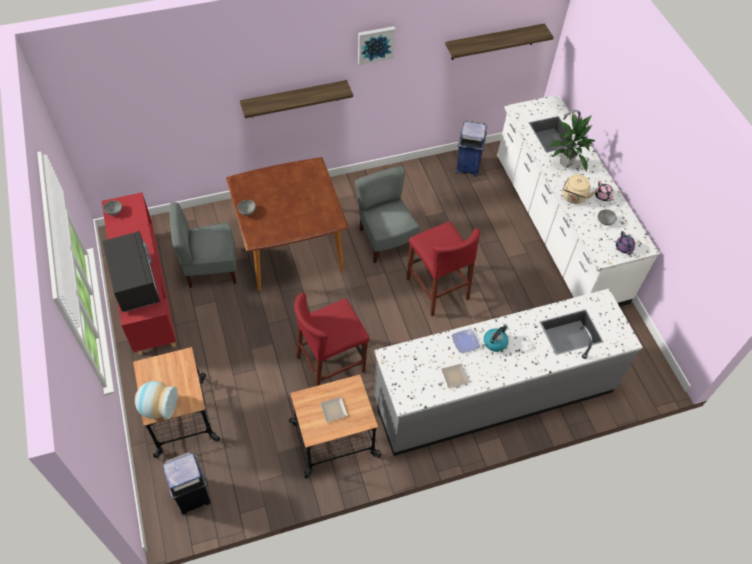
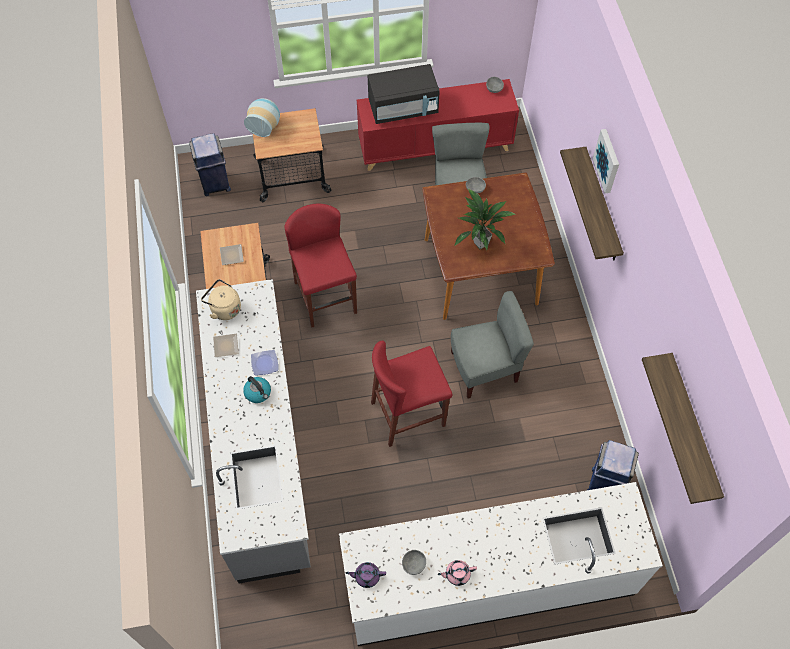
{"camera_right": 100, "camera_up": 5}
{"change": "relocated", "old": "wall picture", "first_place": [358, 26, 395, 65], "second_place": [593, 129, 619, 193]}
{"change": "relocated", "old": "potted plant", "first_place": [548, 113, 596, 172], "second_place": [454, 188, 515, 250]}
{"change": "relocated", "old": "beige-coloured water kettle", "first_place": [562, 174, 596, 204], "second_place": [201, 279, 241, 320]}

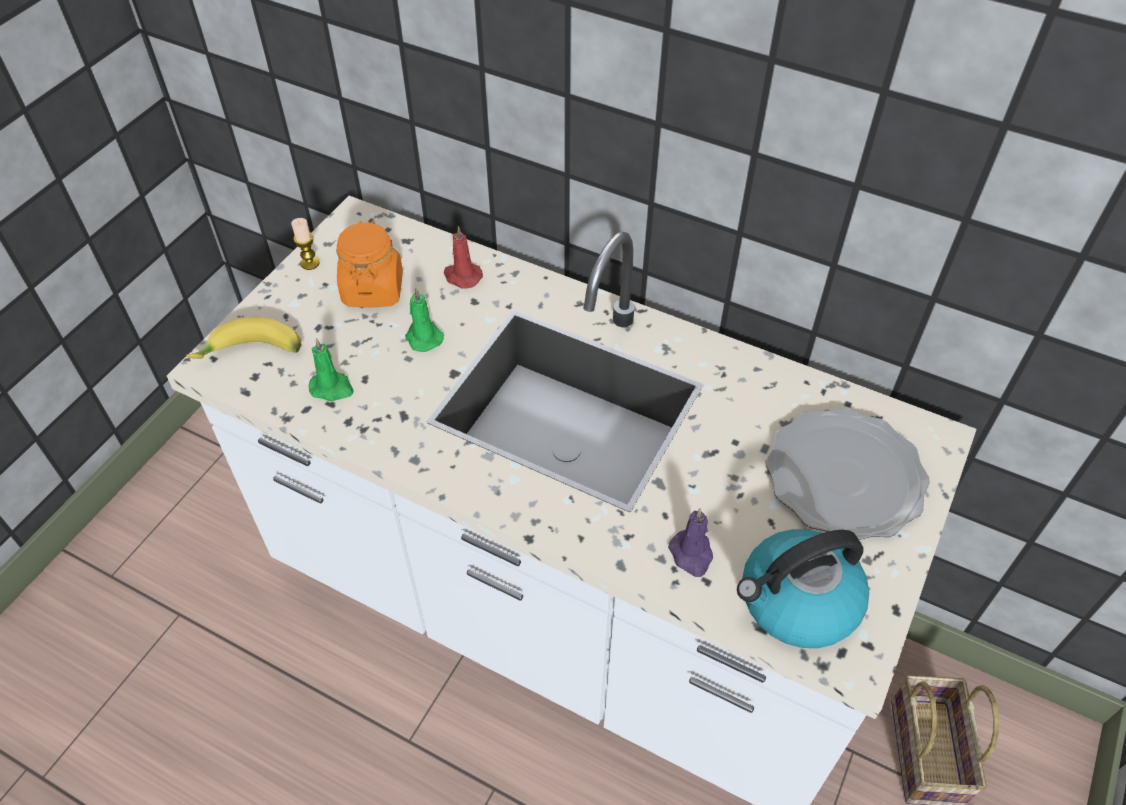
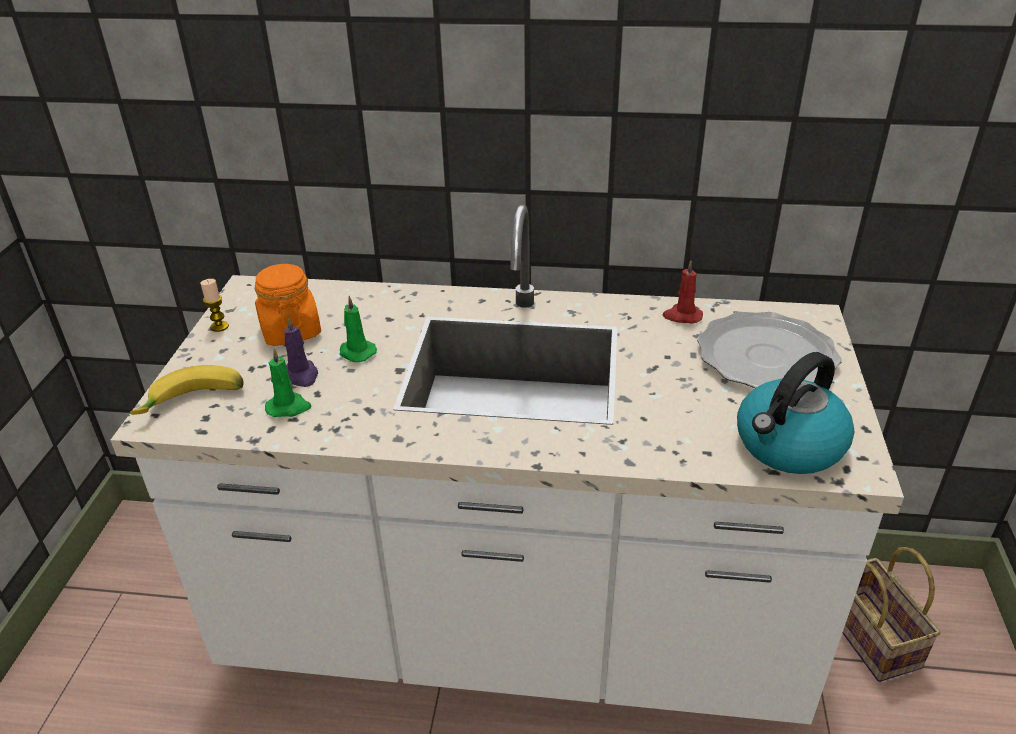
{"camera_right": -20, "camera_up": -15}
{"change": "relocated", "old": "red wax light", "first_place": [444, 226, 483, 289], "second_place": [662, 260, 703, 323]}
{"change": "relocated", "old": "purplish wax light", "first_place": [668, 508, 713, 577], "second_place": [284, 316, 318, 387]}

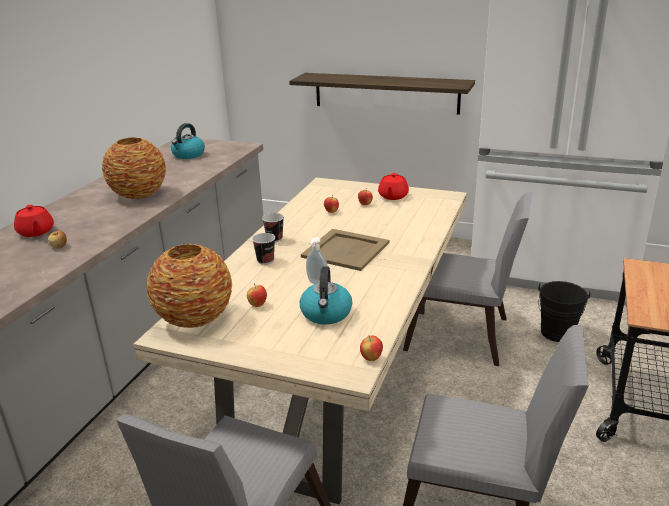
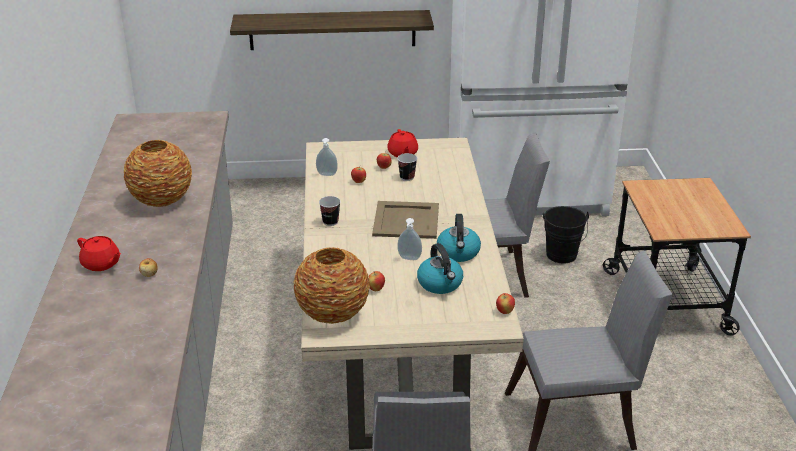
{"camera_right": -25, "camera_up": 5}
{"change": "appeared", "new": "liquid soap bottle", "second_place": [316, 138, 338, 176]}
{"change": "relocated", "old": "water kettle", "first_place": [171, 123, 205, 159], "second_place": [437, 214, 481, 262]}
{"change": "relocated", "old": "drinking cup", "first_place": [252, 233, 275, 265], "second_place": [397, 153, 417, 181]}

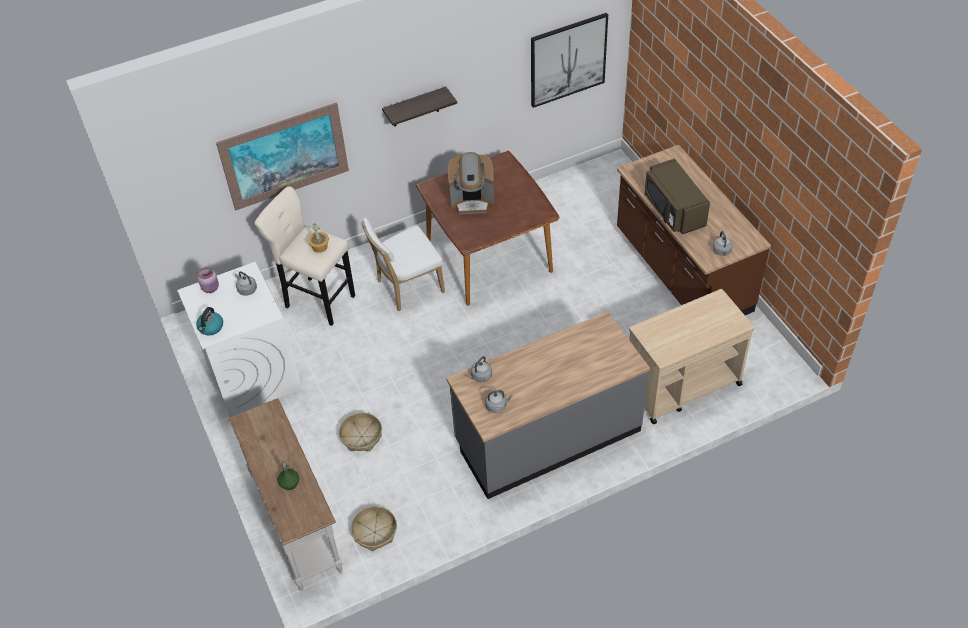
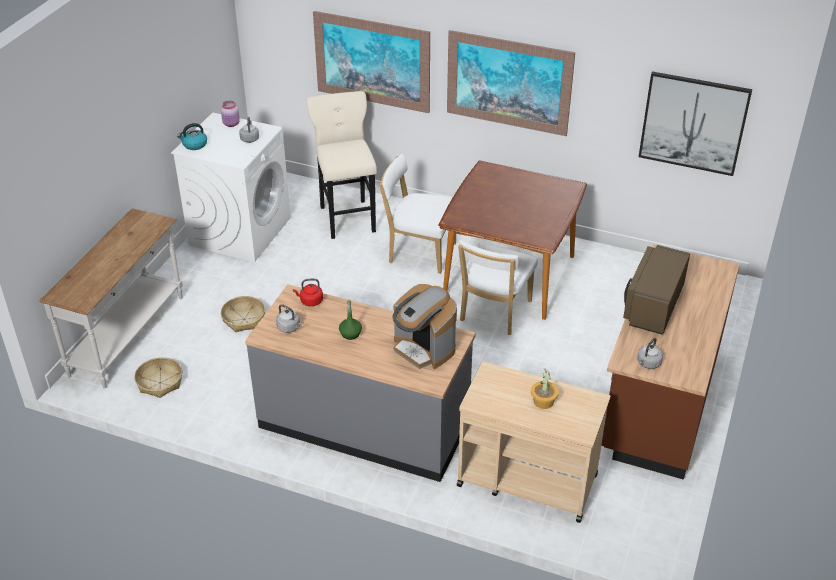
{"camera_right": 45, "camera_up": -10}
{"change": "appeared", "new": "whitish chair", "second_place": [458, 240, 538, 335]}
{"change": "relocated", "old": "green-coloured beverage bottle", "first_place": [278, 459, 299, 490], "second_place": [339, 299, 362, 340]}
{"change": "relocated", "old": "potted plant", "first_place": [308, 223, 329, 253], "second_place": [531, 368, 559, 409]}
{"change": "relocated", "old": "coffee machine", "first_place": [448, 152, 495, 215], "second_place": [392, 284, 457, 369]}
{"change": "exchanged", "old": "shelf", "new": "wall picture", "first_place": [382, 87, 457, 127], "second_place": [447, 30, 575, 136]}
{"change": "colour", "old": "greyish water kettle", "new": "red water kettle", "first_place": [469, 356, 492, 382], "second_place": [293, 278, 323, 306]}

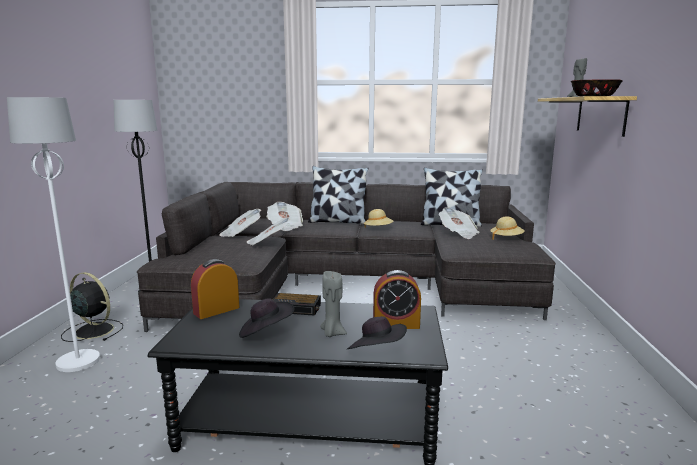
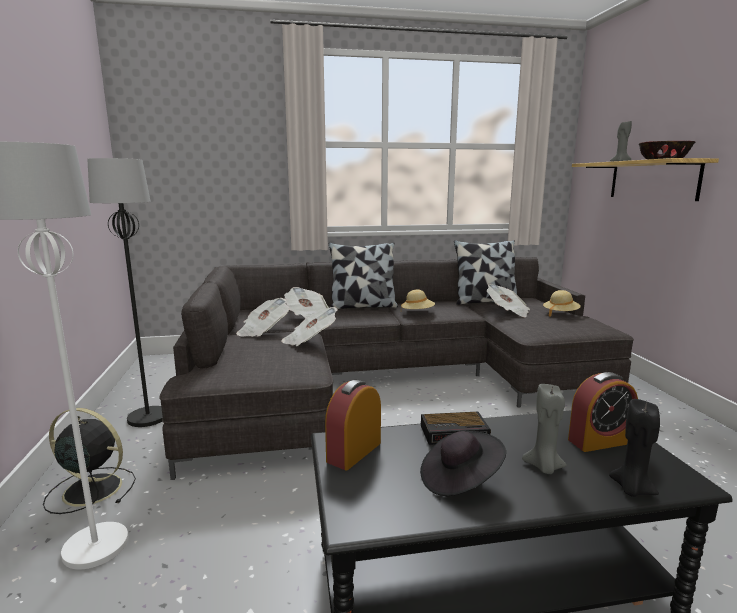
{"camera_right": -15, "camera_up": 0}
{"change": "exchanged", "old": "black-coloured hat", "new": "black-coloured wax light", "first_place": [347, 316, 407, 349], "second_place": [609, 399, 660, 497]}

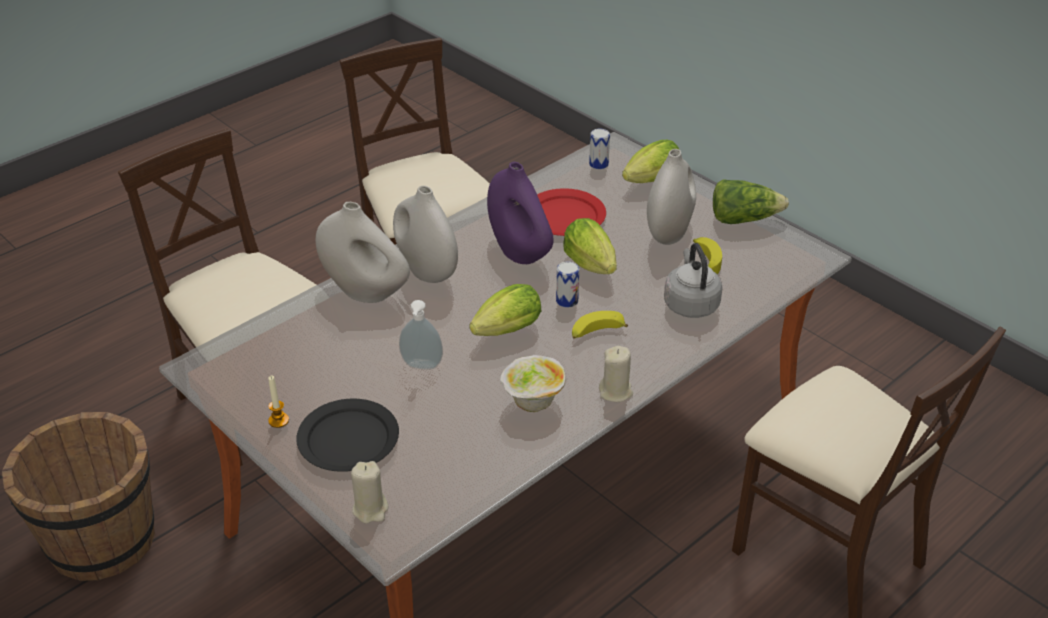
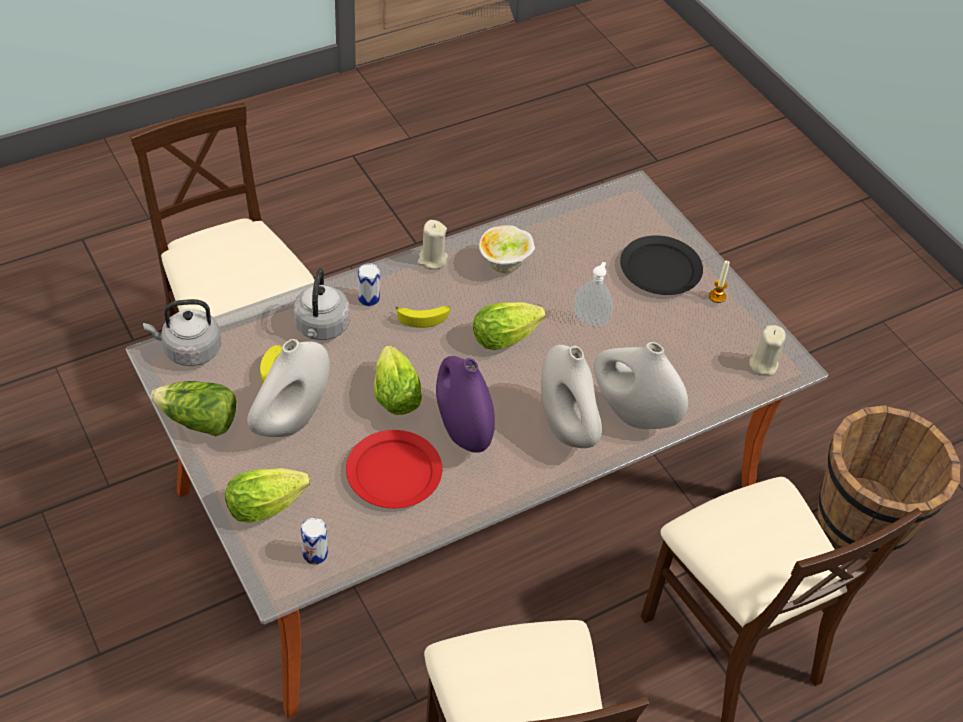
{"camera_right": -170, "camera_up": 10}
{"change": "appeared", "new": "greyish water kettle", "second_place": [143, 299, 221, 366]}
{"change": "relocated", "old": "beige-coloured wax light", "first_place": [351, 461, 389, 523], "second_place": [749, 325, 786, 375]}
{"change": "relocated", "old": "metal can", "first_place": [556, 261, 579, 308], "second_place": [358, 263, 380, 306]}

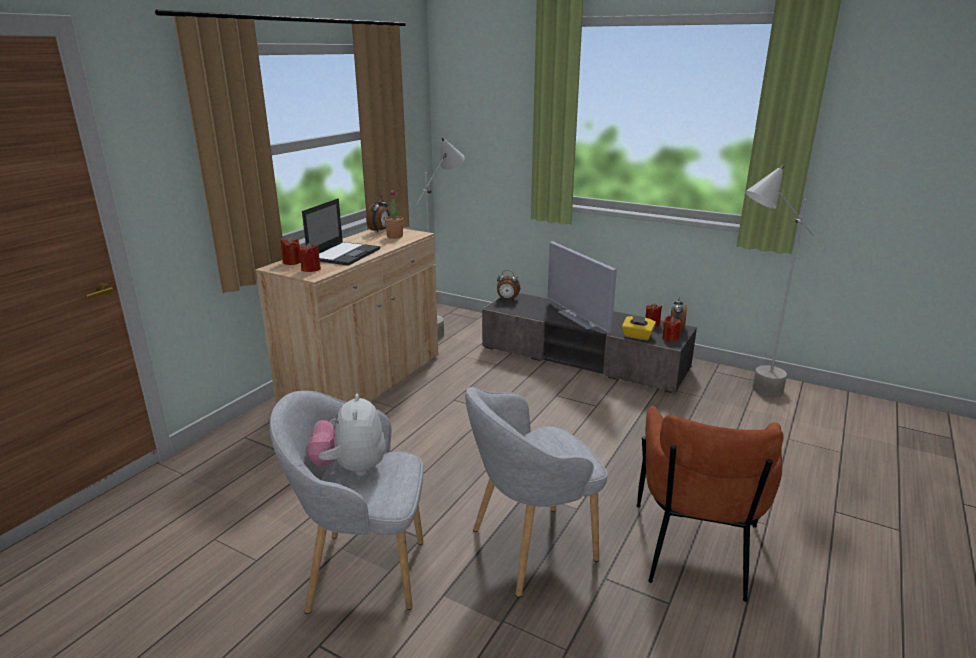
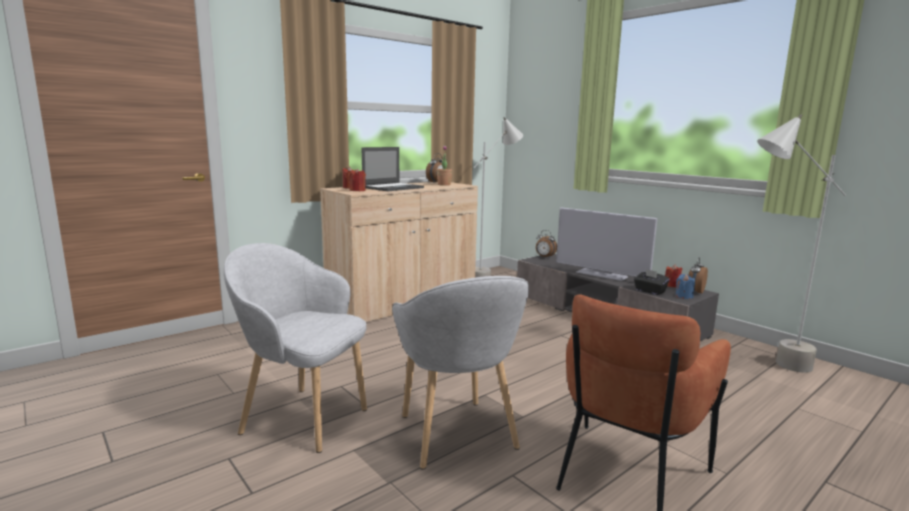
{"camera_right": 20, "camera_up": -10}
{"change": "missing", "old": "soft toy", "first_place": [307, 394, 386, 476]}
{"change": "colour", "old": "yellow-coloured box of tissues", "new": "black-coloured box of tissues", "first_place": [622, 315, 656, 341], "second_place": [634, 269, 670, 295]}
{"change": "colour", "old": "red wax light", "new": "bluish wax light", "first_place": [663, 316, 681, 342], "second_place": [676, 274, 695, 299]}
{"change": "spun", "old": "greyish lounge chair", "first_place": [465, 387, 608, 597], "second_place": [392, 276, 529, 470], "degrees": -105}
{"change": "spun", "old": "TV set", "first_place": [547, 241, 617, 333], "second_place": [556, 207, 658, 281], "degrees": -45}

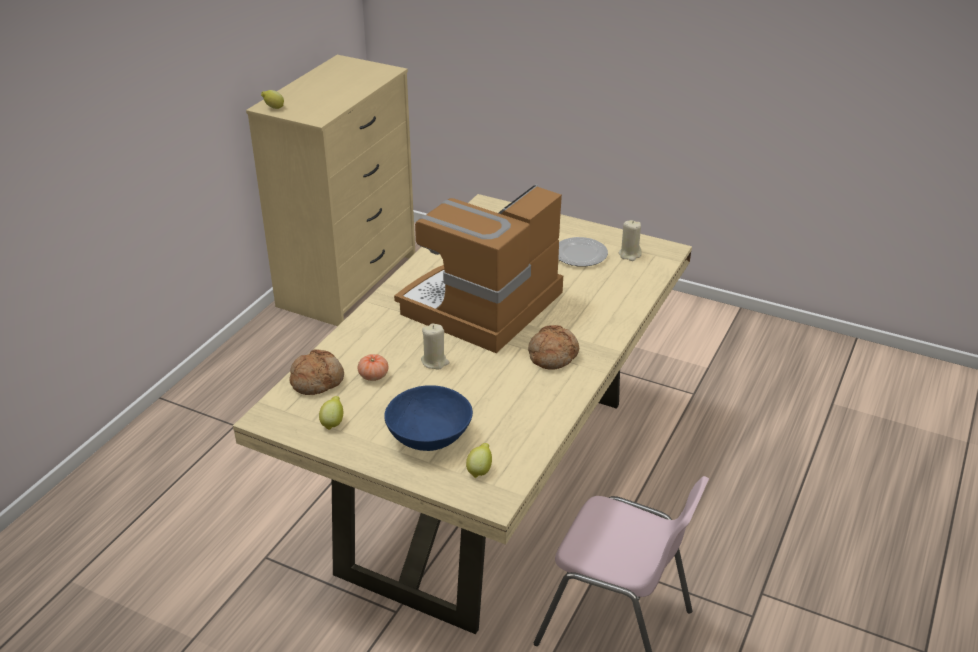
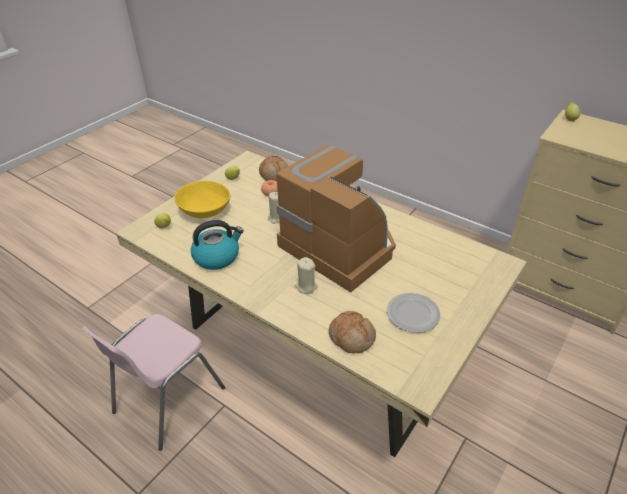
{"camera_right": 100, "camera_up": 5}
{"change": "appeared", "new": "water kettle", "second_place": [191, 220, 244, 270]}
{"change": "relocated", "old": "baked bread", "first_place": [528, 325, 579, 370], "second_place": [329, 311, 376, 354]}
{"change": "relocated", "old": "beige-coloured wax light", "first_place": [619, 220, 642, 261], "second_place": [295, 257, 318, 294]}
{"change": "colour", "old": "bluish serving bowl", "new": "yellow-coloured serving bowl", "first_place": [384, 385, 473, 451], "second_place": [175, 181, 230, 218]}

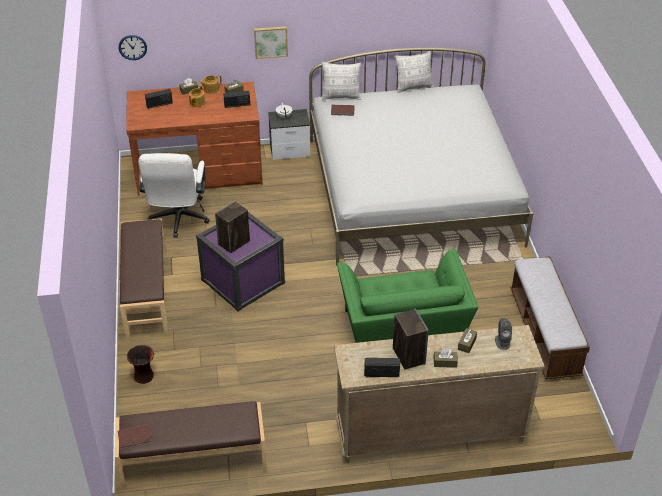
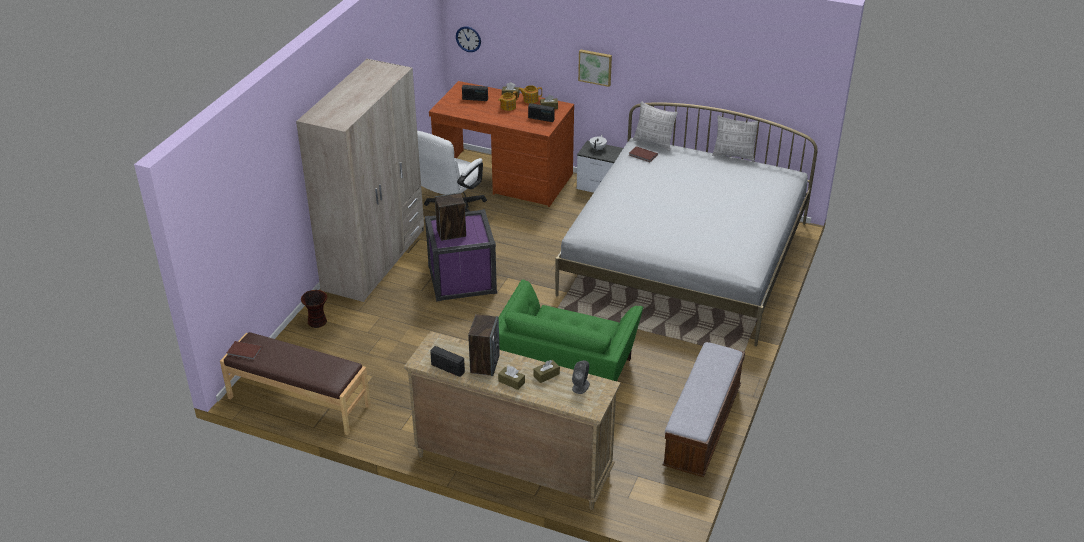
{"camera_right": 30, "camera_up": -5}
{"change": "exchanged", "old": "brownish long seat", "new": "beige-coloured wardrobe", "first_place": [120, 219, 169, 340], "second_place": [296, 59, 424, 302]}

